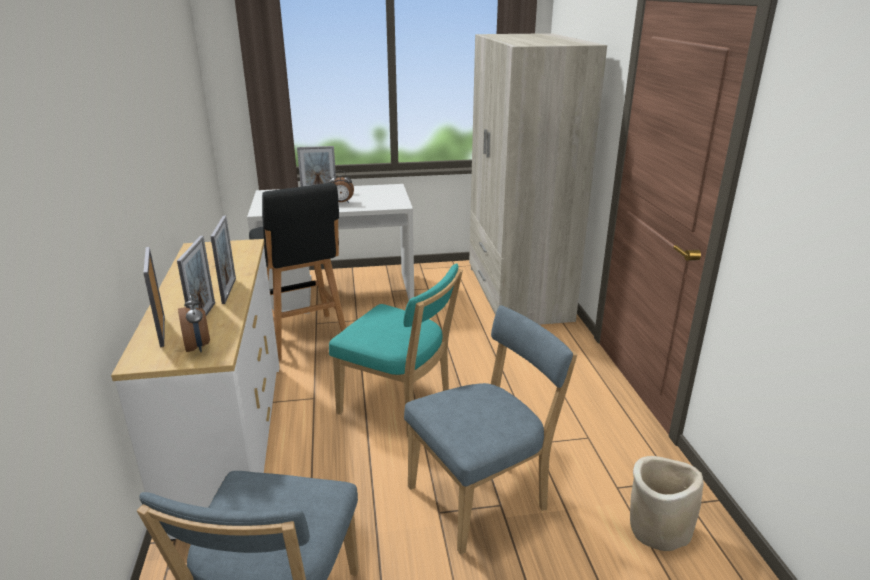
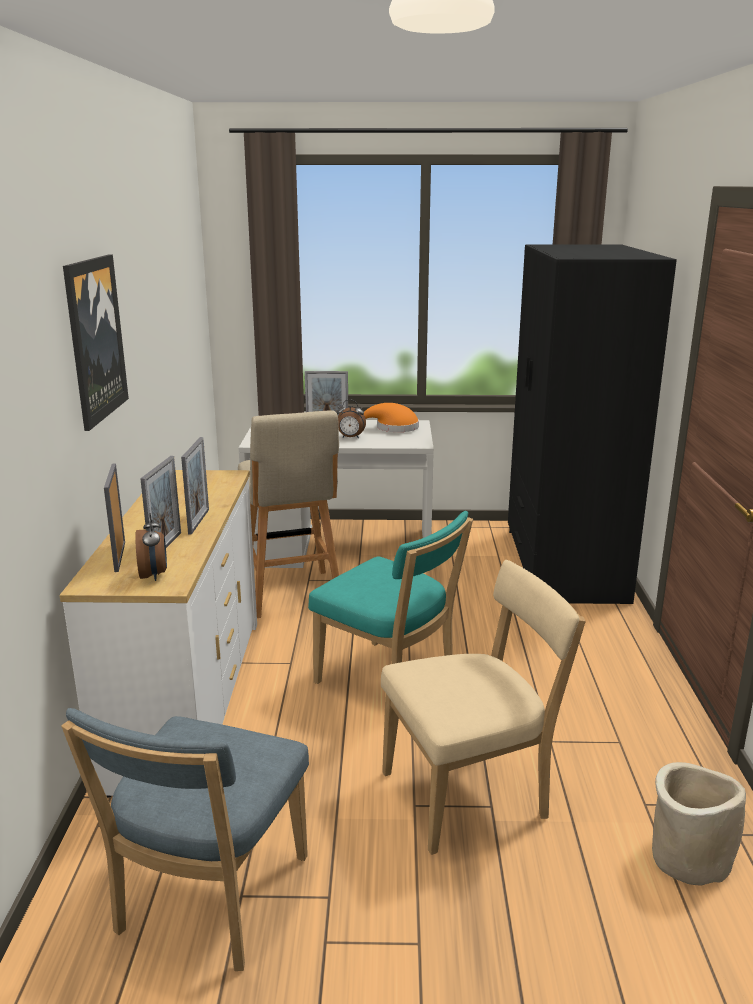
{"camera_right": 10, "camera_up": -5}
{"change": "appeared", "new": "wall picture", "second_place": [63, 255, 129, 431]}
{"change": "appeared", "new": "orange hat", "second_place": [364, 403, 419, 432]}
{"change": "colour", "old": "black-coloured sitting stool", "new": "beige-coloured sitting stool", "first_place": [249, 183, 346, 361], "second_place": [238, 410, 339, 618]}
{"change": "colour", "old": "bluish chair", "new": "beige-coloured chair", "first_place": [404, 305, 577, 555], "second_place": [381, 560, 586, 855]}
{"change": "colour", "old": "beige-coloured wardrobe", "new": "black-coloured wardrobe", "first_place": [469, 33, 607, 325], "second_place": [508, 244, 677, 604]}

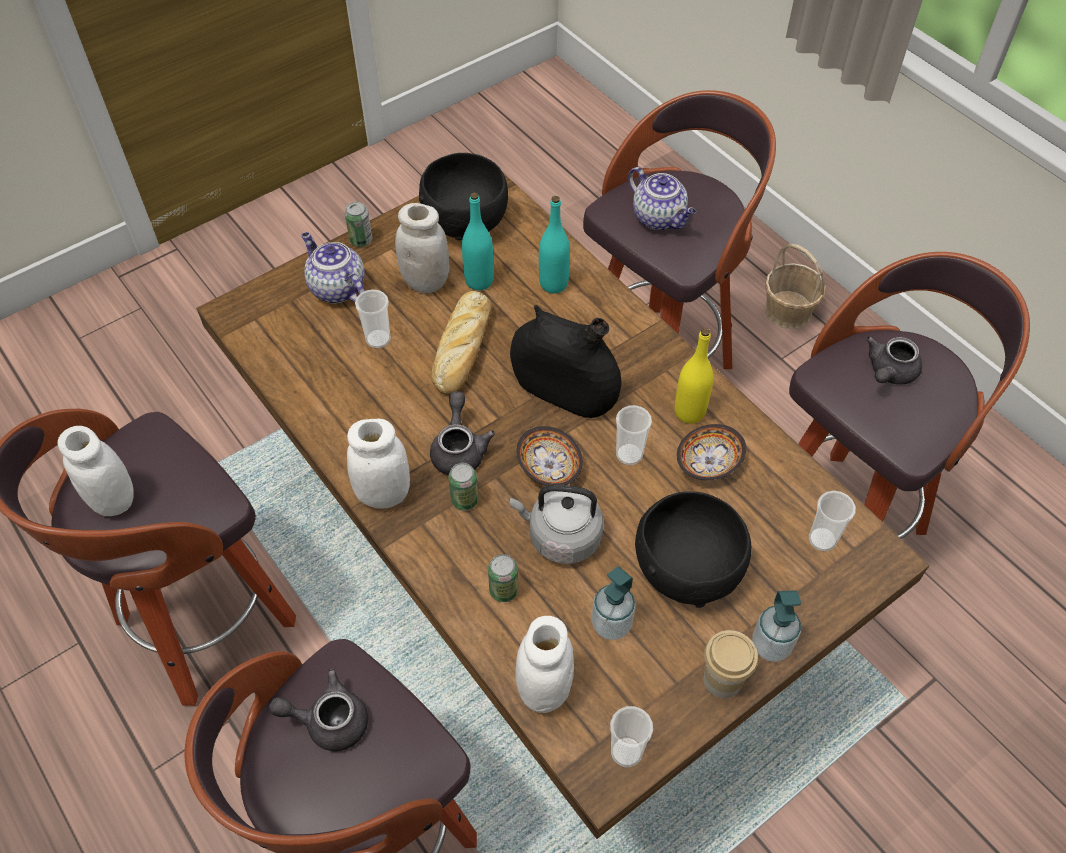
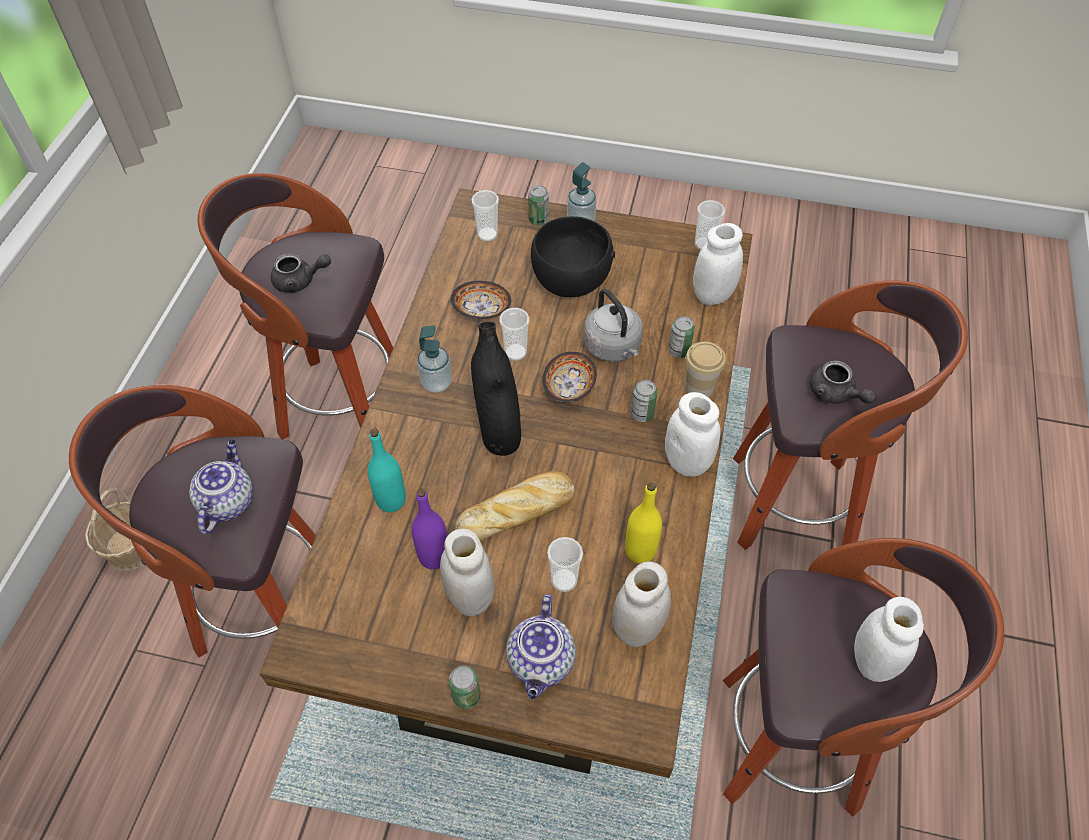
{"camera_right": -130, "camera_up": 0}
{"change": "missing", "old": "black-coloured serving bowl", "first_place": [419, 153, 508, 240]}
{"change": "missing", "old": "greyish tea pot", "first_place": [430, 391, 495, 475]}
{"change": "appeared", "new": "metal can", "second_place": [528, 185, 549, 225]}
{"change": "appeared", "new": "whitish preserve jar", "second_place": [612, 561, 671, 647]}
{"change": "relocated", "old": "liquid soap bottle", "first_place": [591, 566, 636, 640], "second_place": [417, 325, 452, 393]}
{"change": "relocated", "old": "yellow-coloured beverage bottle", "first_place": [675, 328, 713, 424], "second_place": [625, 482, 662, 564]}
{"change": "relocated", "old": "drinking cup", "first_place": [703, 630, 758, 698], "second_place": [685, 342, 726, 397]}
{"change": "colour", "old": "turquoise-coloured beverage bottle", "new": "purplish beverage bottle", "first_place": [462, 193, 494, 290], "second_place": [412, 488, 447, 569]}

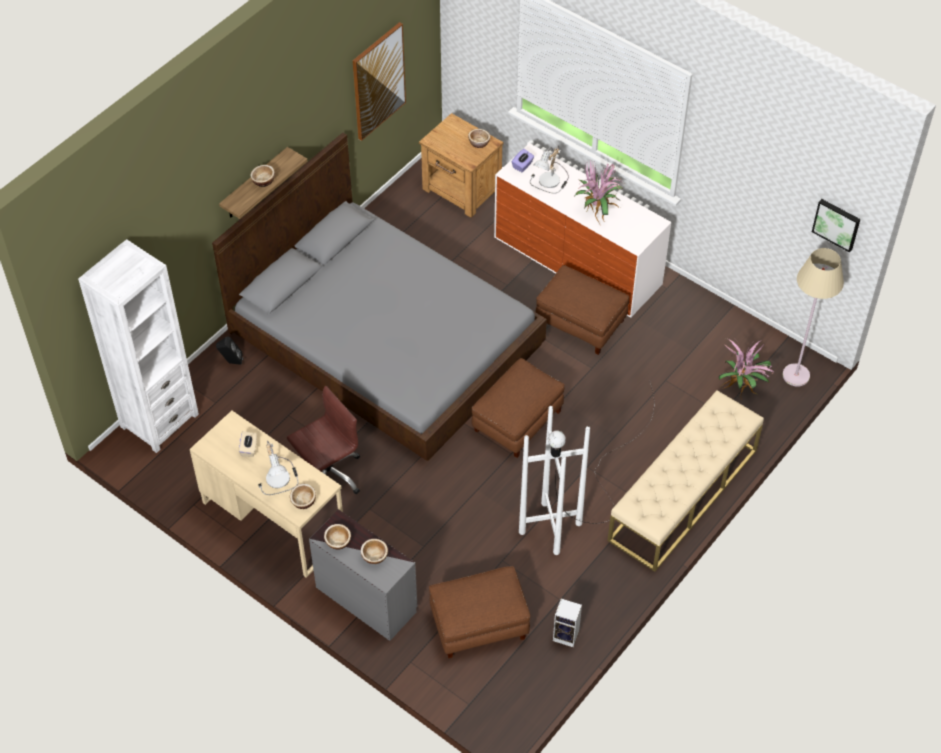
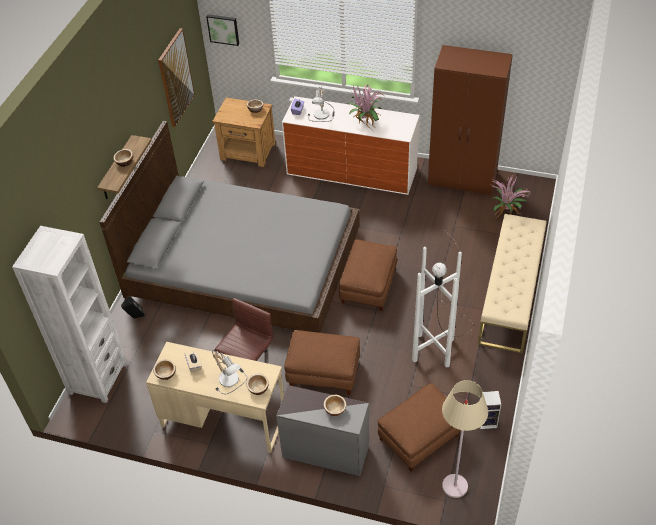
{"camera_right": -20, "camera_up": -5}
{"change": "appeared", "new": "brownish wardrobe", "second_place": [428, 45, 513, 195]}
{"change": "relocated", "old": "serving bowl", "first_place": [324, 524, 351, 550], "second_place": [153, 359, 176, 380]}
{"change": "relocated", "old": "brownish pouffe", "first_place": [536, 265, 629, 355], "second_place": [284, 330, 360, 395]}
{"change": "relocated", "old": "beige-coloured standard lamp", "first_place": [783, 248, 844, 387], "second_place": [442, 380, 488, 498]}
{"change": "relocated", "old": "wall picture", "first_place": [812, 199, 860, 252], "second_place": [206, 14, 239, 46]}

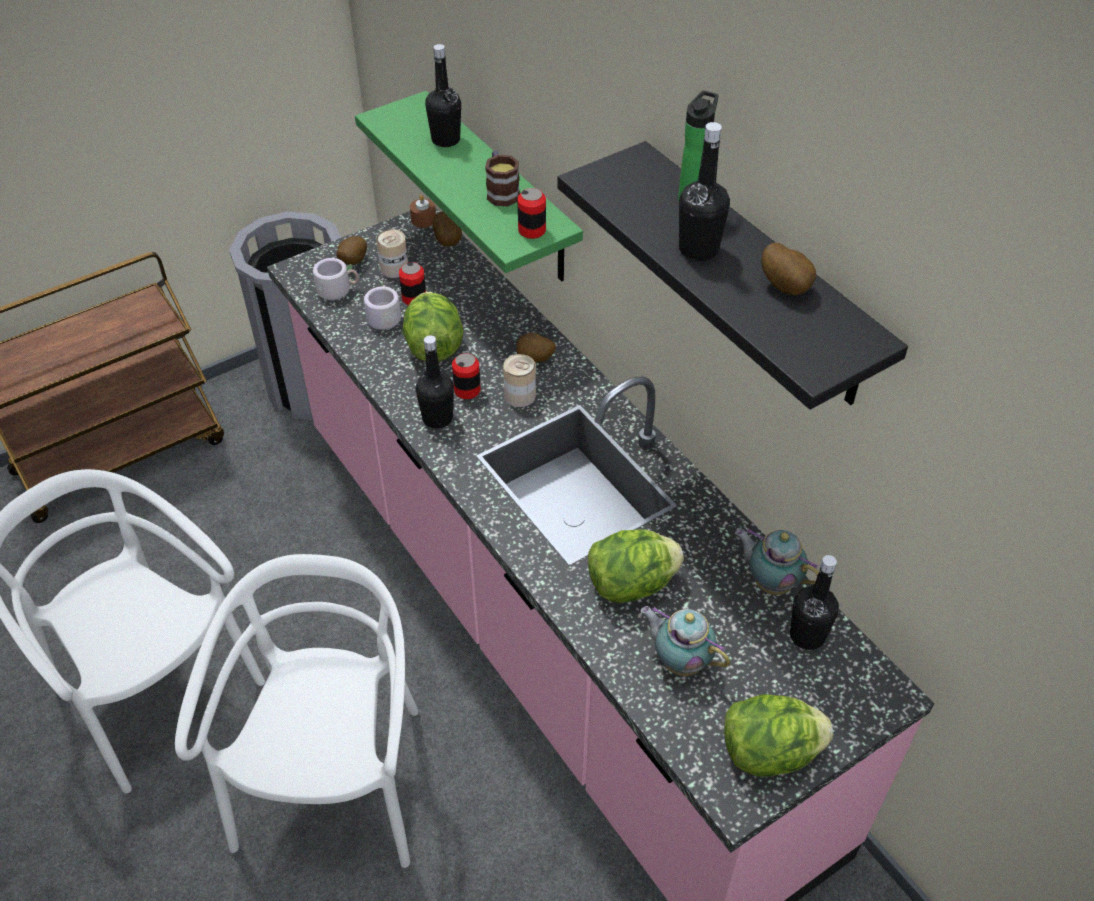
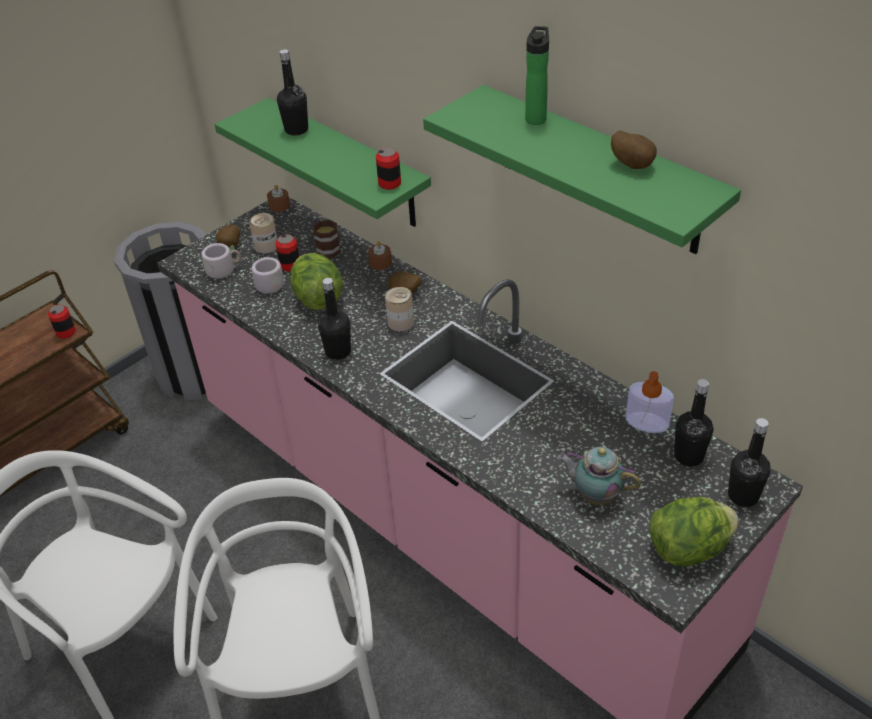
{"camera_right": -10, "camera_up": -5}
{"change": "missing", "old": "whole potato", "first_place": [433, 211, 462, 247]}
{"change": "missing", "old": "lettuce", "first_place": [588, 529, 684, 603]}
{"change": "appeared", "new": "brownish wax light", "second_place": [368, 241, 392, 270]}
{"change": "relocated", "old": "metal can", "first_place": [452, 353, 481, 399], "second_place": [48, 304, 76, 339]}
{"change": "relocated", "old": "tea mug", "first_place": [485, 151, 520, 207], "second_place": [313, 218, 341, 258]}
{"change": "relocated", "old": "black-coloured beverage bottle", "first_place": [679, 122, 730, 261], "second_place": [728, 418, 770, 507]}
{"change": "exchanged", "old": "tea pot", "new": "liquid soap bottle", "first_place": [735, 528, 819, 595], "second_place": [626, 371, 674, 433]}
{"change": "colour", "old": "black-coloured shelf", "new": "green-coloured shelf", "first_place": [557, 141, 908, 410], "second_place": [423, 85, 741, 254]}

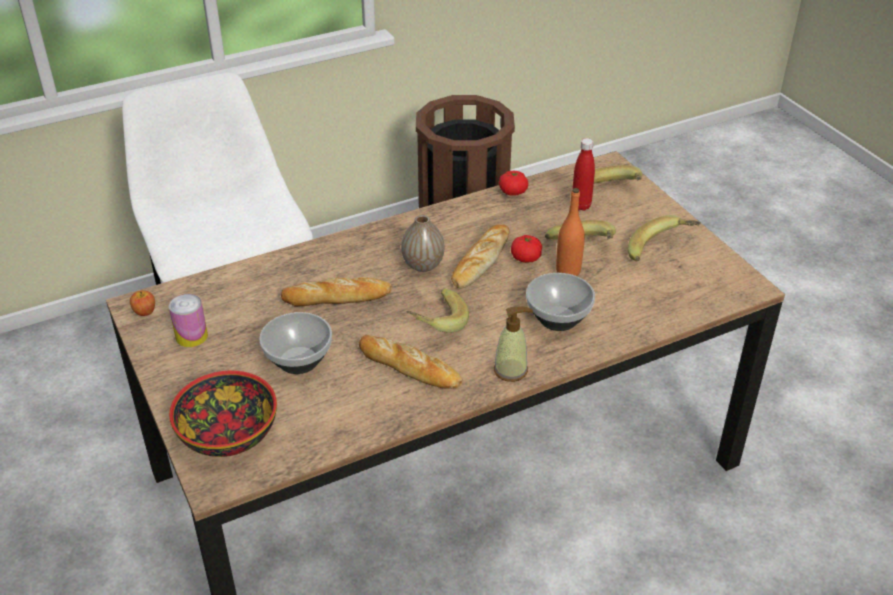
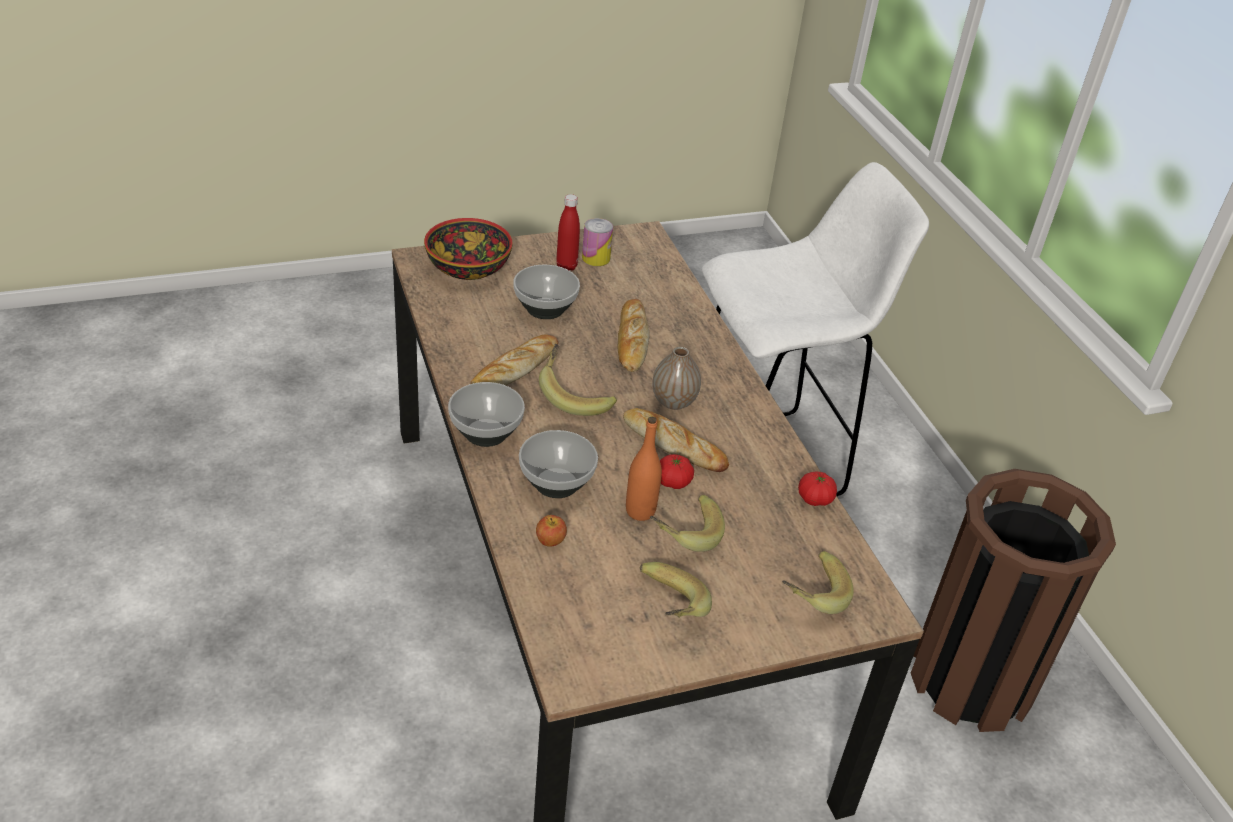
{"camera_right": 95, "camera_up": 0}
{"change": "relocated", "old": "whole apple", "first_place": [130, 290, 155, 316], "second_place": [536, 515, 567, 547]}
{"change": "relocated", "old": "red beverage bottle", "first_place": [572, 138, 595, 211], "second_place": [556, 194, 580, 271]}
{"change": "exchanged", "old": "liquid soap bottle", "new": "serving bowl", "first_place": [494, 306, 533, 382], "second_place": [448, 382, 525, 447]}

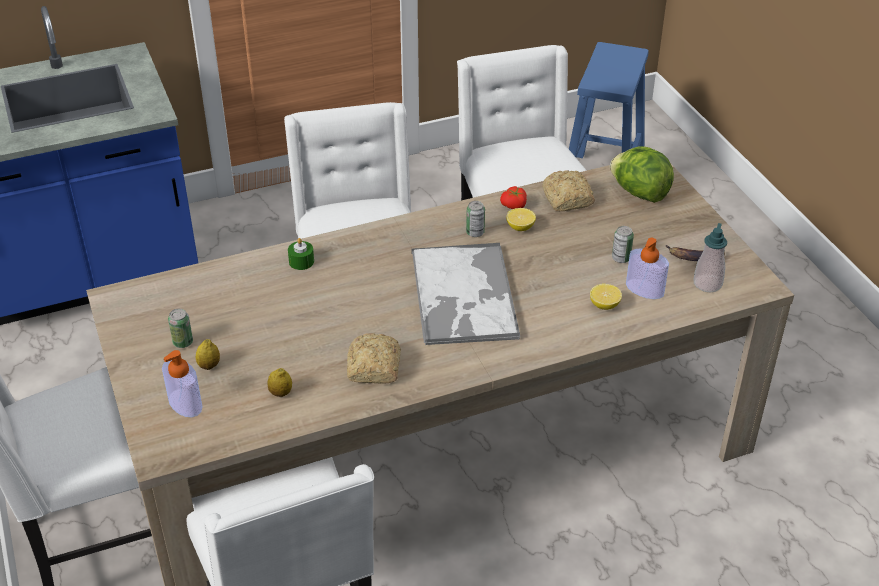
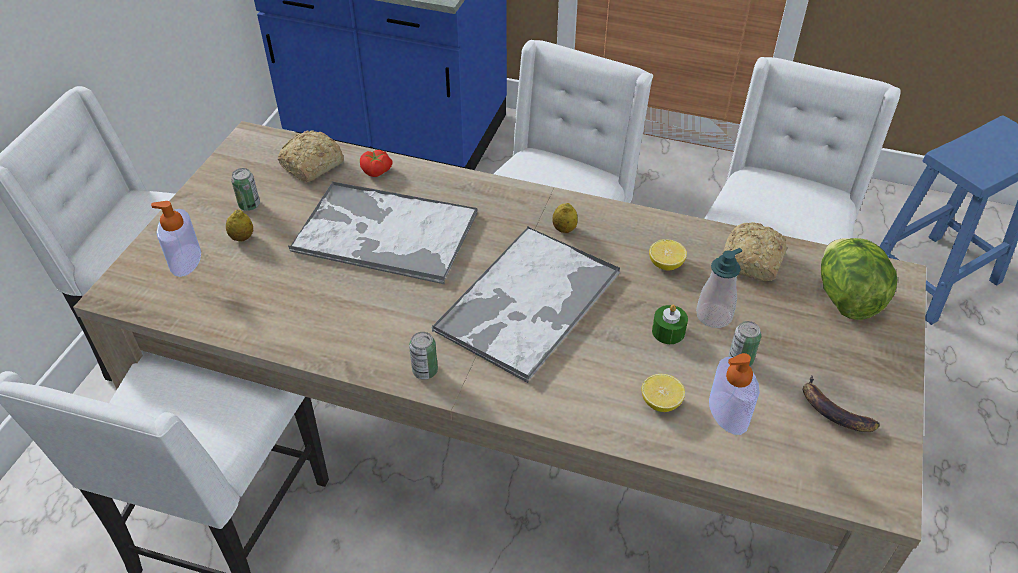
{"camera_right": 40, "camera_up": 5}
{"change": "appeared", "new": "serving tray", "second_place": [288, 181, 477, 284]}
{"change": "relocated", "old": "whole lemon", "first_place": [267, 368, 292, 397], "second_place": [553, 203, 578, 233]}
{"change": "relocated", "old": "green-coloured wax light", "first_place": [288, 238, 314, 270], "second_place": [652, 304, 688, 344]}
{"change": "relocated", "old": "baked bread", "first_place": [347, 333, 401, 384], "second_place": [278, 130, 344, 182]}
{"change": "relocated", "old": "metal can", "first_place": [466, 201, 485, 237], "second_place": [409, 332, 438, 379]}
{"change": "relocated", "old": "tomato", "first_place": [500, 186, 527, 209], "second_place": [360, 150, 393, 177]}
{"change": "relocated", "old": "liquid soap bottle", "first_place": [694, 223, 727, 292], "second_place": [696, 248, 742, 328]}

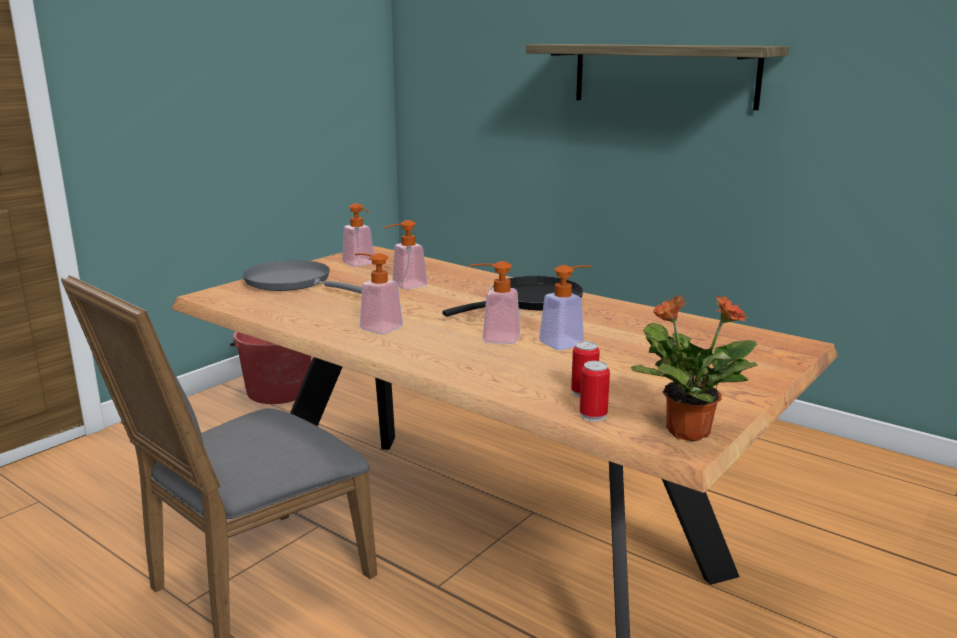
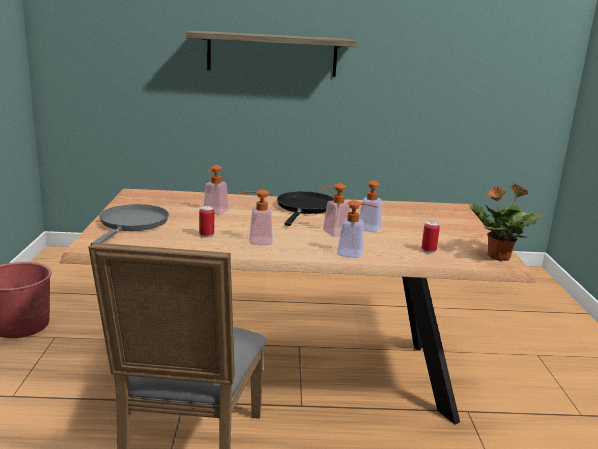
{"camera_right": -40, "camera_up": 0}
{"change": "relocated", "old": "liquid soap bottle", "first_place": [342, 203, 374, 267], "second_place": [337, 200, 377, 258]}
{"change": "relocated", "old": "metal can", "first_place": [580, 361, 610, 422], "second_place": [199, 206, 214, 238]}
{"change": "spun", "old": "greyish pan", "first_place": [242, 260, 362, 294], "second_place": [93, 204, 169, 243], "degrees": 105}

